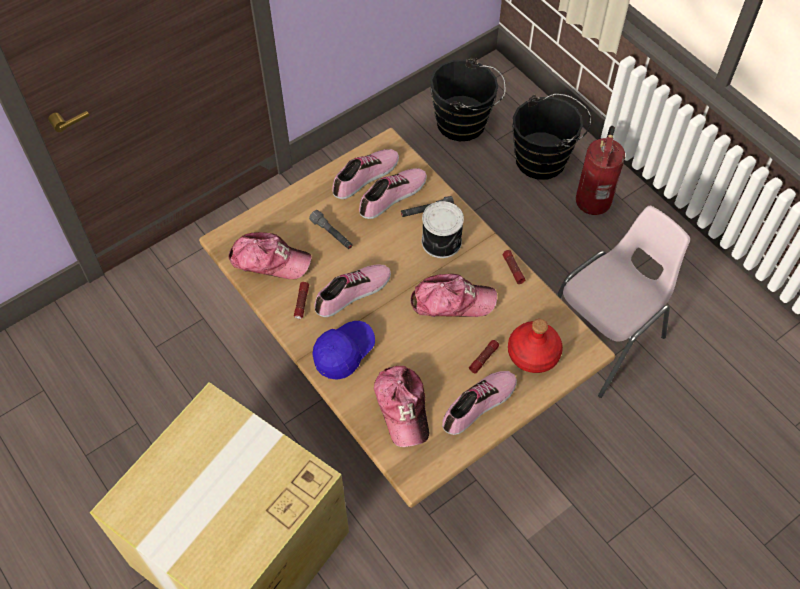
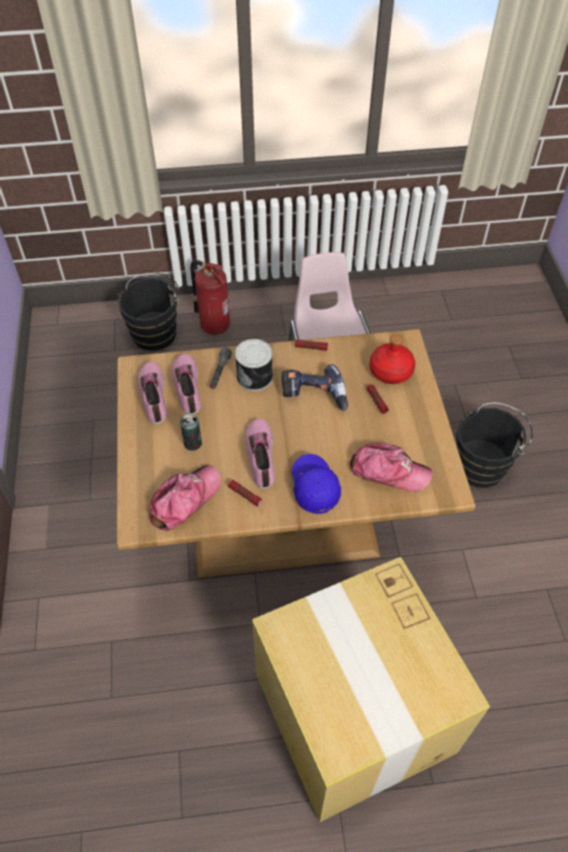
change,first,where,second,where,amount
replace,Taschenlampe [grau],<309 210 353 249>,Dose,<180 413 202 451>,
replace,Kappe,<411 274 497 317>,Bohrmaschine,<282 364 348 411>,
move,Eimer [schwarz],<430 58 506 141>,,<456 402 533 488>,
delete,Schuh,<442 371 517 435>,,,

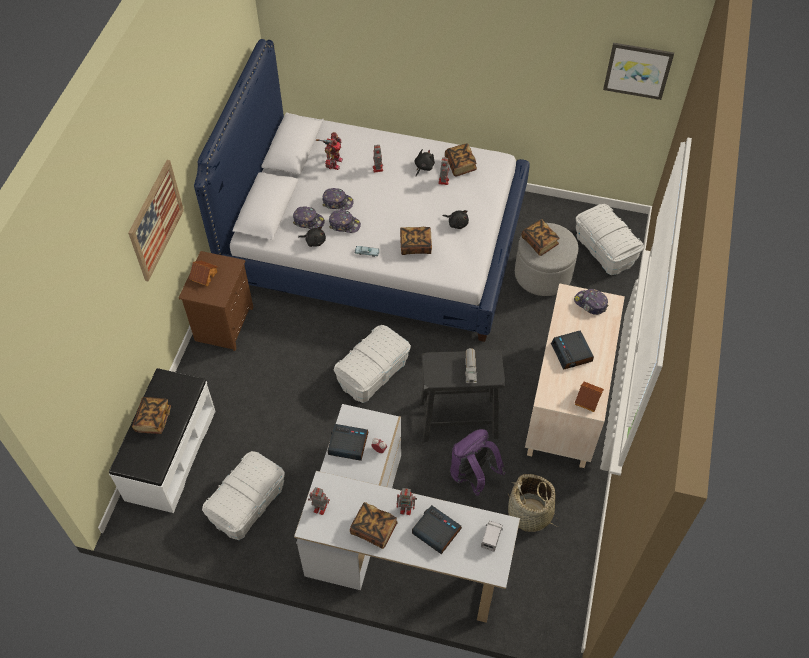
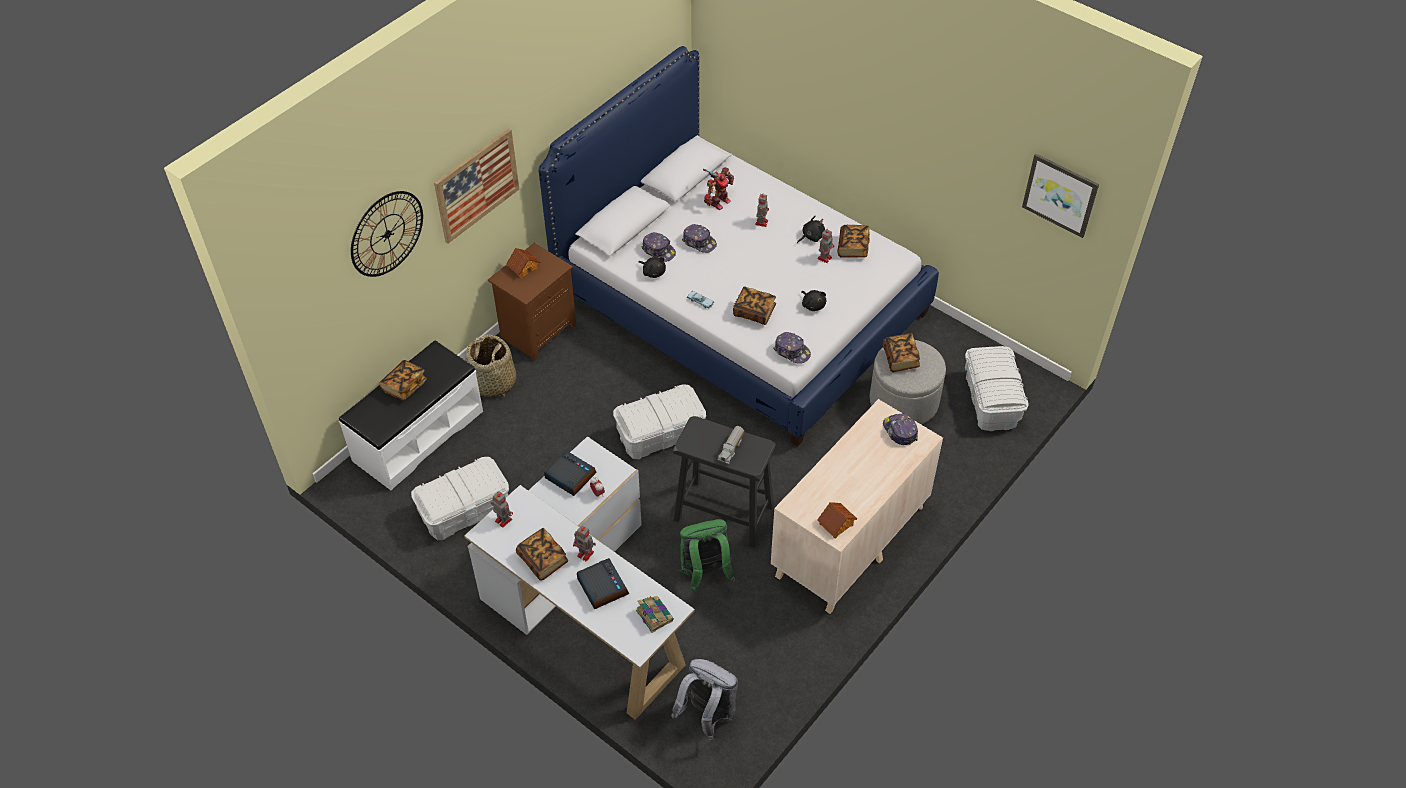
change,first,where,second,where,amount
insert,,,Wanduhr,<351 191 423 277>,
move,Korb,<508 474 559 532>,,<465 334 516 397>,
replace,Spielzeuglaster,<481 521 503 552>,Buch,<636 596 674 633>,
insert,,,Rucksack [grau],<671 659 738 740>,
recolor,Rucksack [lila],<450 429 505 496>,Rucksack [grün],<679 519 736 591>,
move,Kappe,<329 210 361 233>,,<773 332 811 364>,
delete,Wecker,<551 331 594 370>,,,

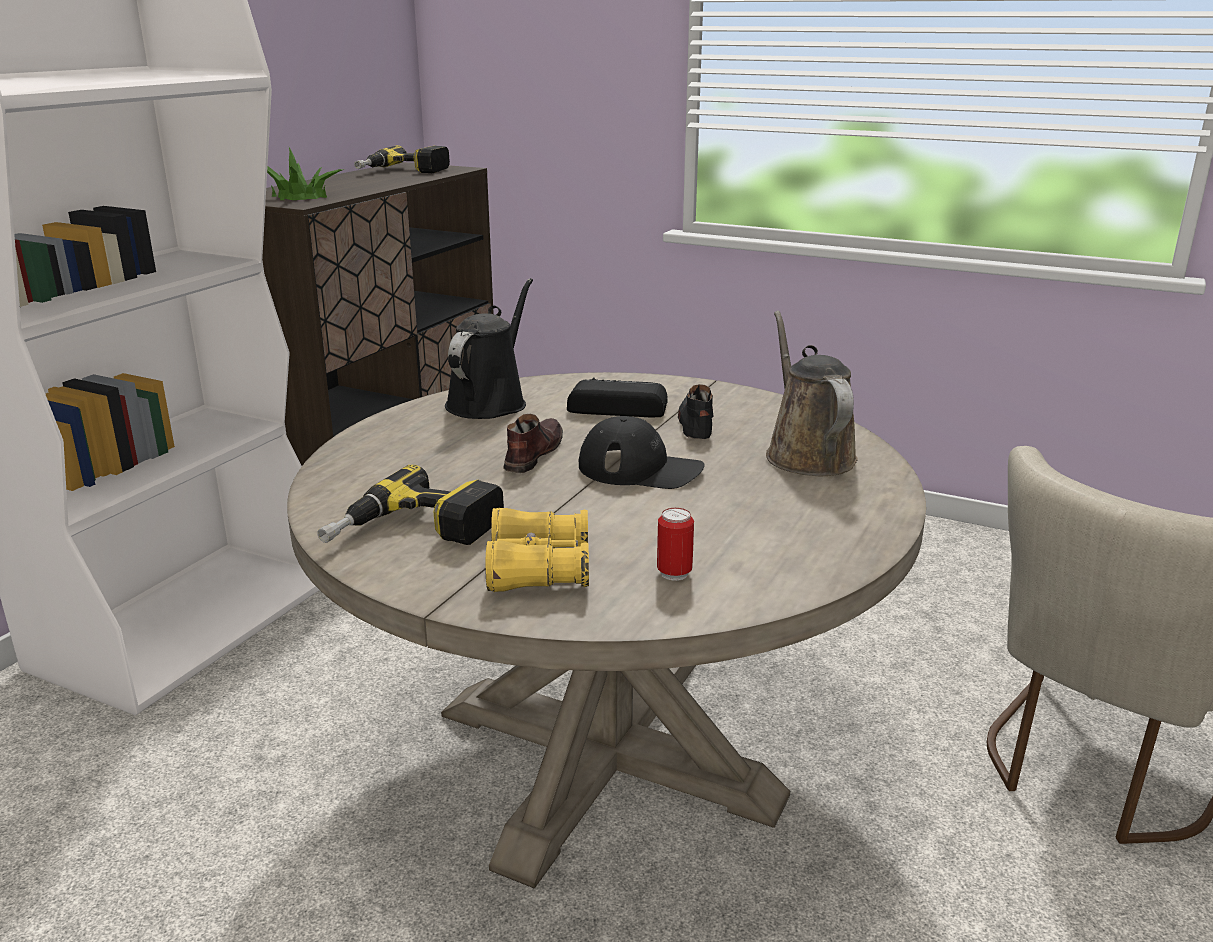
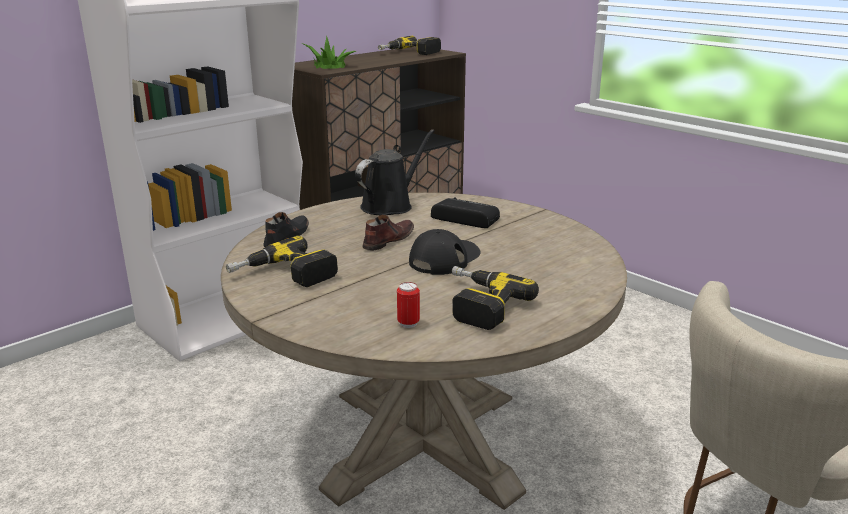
change,first,where,second,where,amount
move,Schuh [schwarz],<678 384 713 439>,,<263 212 309 247>,
rotate,Kappe [schwarz],<579 416 705 489>,,<409 229 481 275>,90 degrees counterclockwise
insert,,,Bohrmaschine,<452 266 539 330>,
delete,Fernglas [gelb],<486 508 589 592>,,,
delete,Gießkanne [braun],<766 311 858 476>,,,

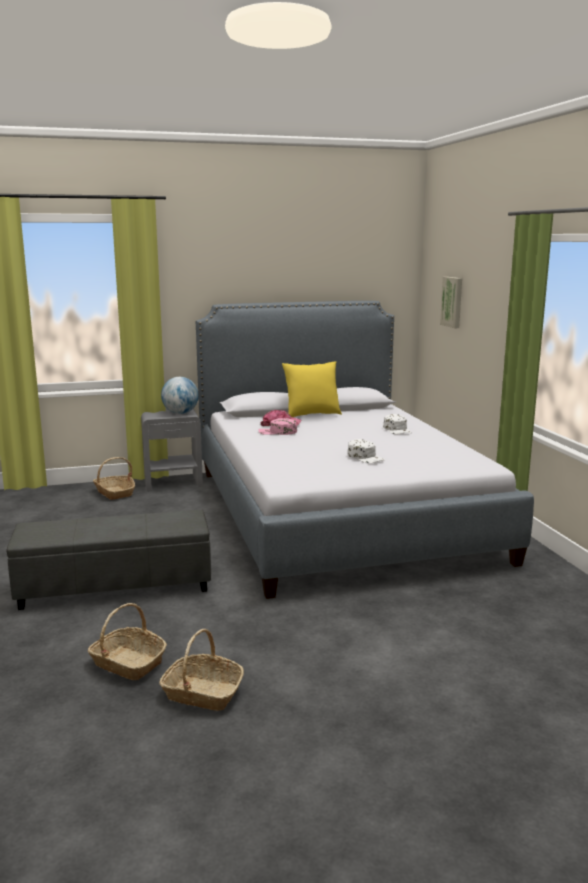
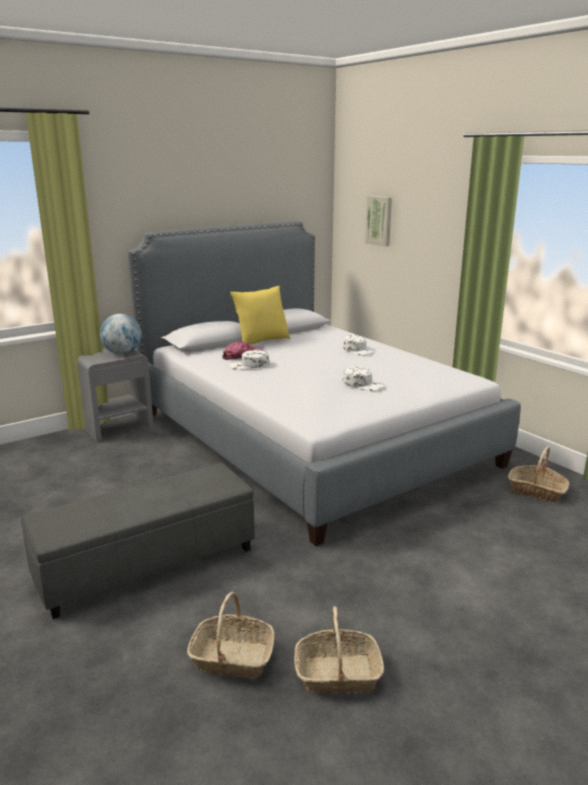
change,first,where,second,where,amount
recolor,Kappe [rosa],<259 418 297 435>,Kappe [weiß],<229 350 269 370>,
move,Korb,<93 457 135 500>,,<508 446 569 502>,

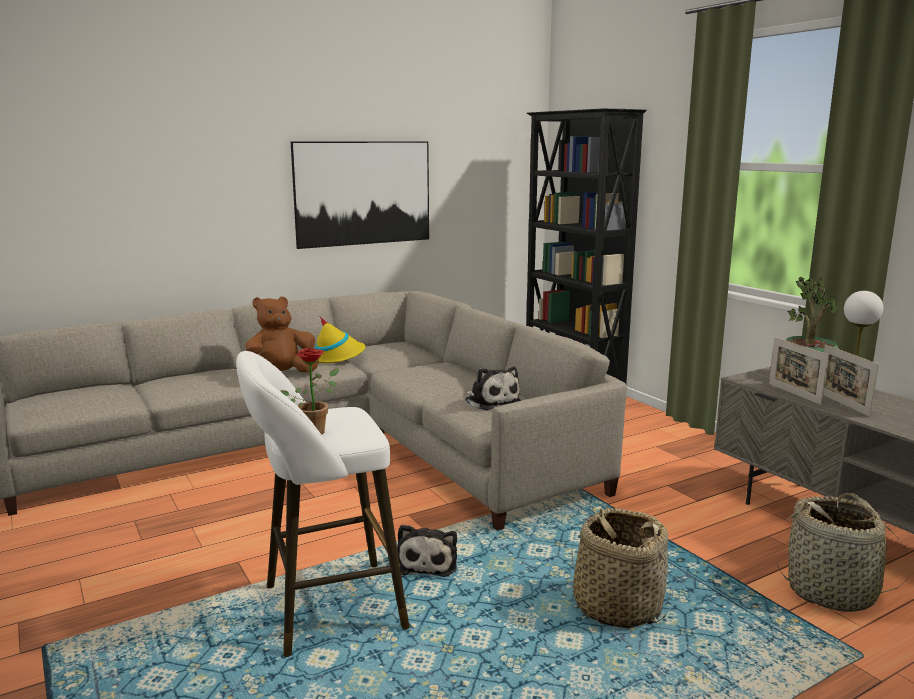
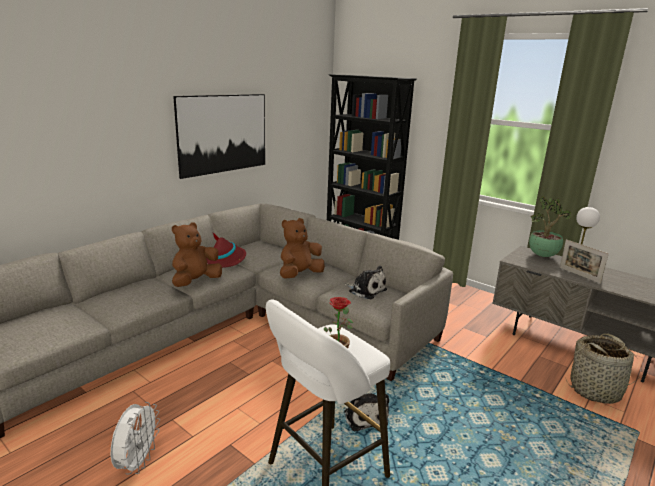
change,first,where,second,where,amount
insert,,,Ventilator [weiß],<111 402 160 475>,
recolor,Hut [gelb],<315 316 366 363>,Hut [rot],<206 232 246 268>,
insert,,,Plüschtier [braun],<280 218 325 279>,
delete,Korb,<572 508 668 628>,,,
delete,Bilderrahmen,<769 337 829 405>,,,

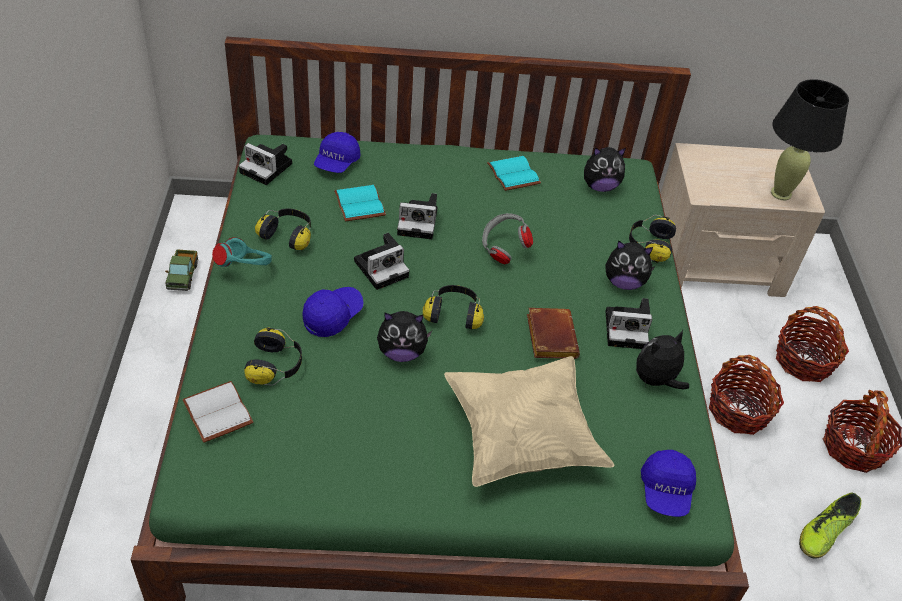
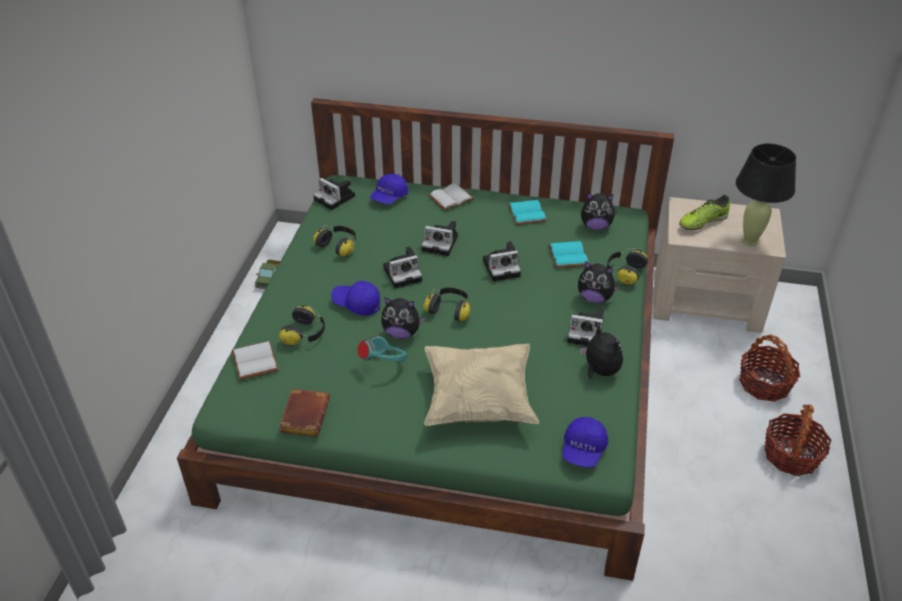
change,first,where,second,where,amount
move,Buch [braun],<527 308 580 359>,,<279 389 330 437>,
rotate,Kappe [blau],<302 287 363 337>,,<331 281 380 316>,120 degrees counterclockwise
move,Kopfhörer [türkis],<212 237 272 267>,,<358 335 407 362>,
insert,,,Buch [weiß],<428 183 474 210>,
replace,Kopfhörer [grau],<482 213 533 264>,Kamera,<483 241 521 281>,
move,Buch [türkis],<334 185 386 221>,,<548 241 589 268>,
rotate,Plüschtier,<636 330 689 389>,,<580 325 623 379>,75 degrees clockwise
move,Schuh,<799 493 861 559>,,<679 194 730 230>,
delete,Korb,<708 355 784 435>,,,

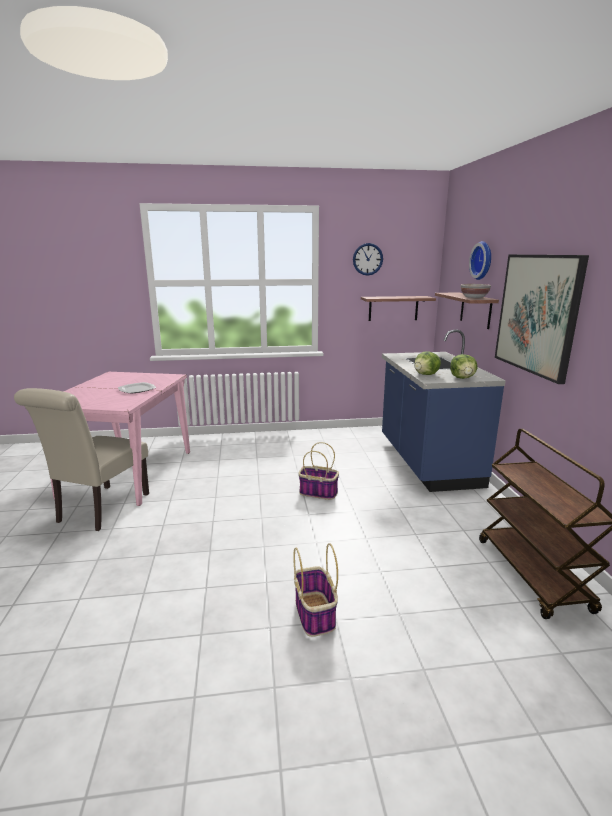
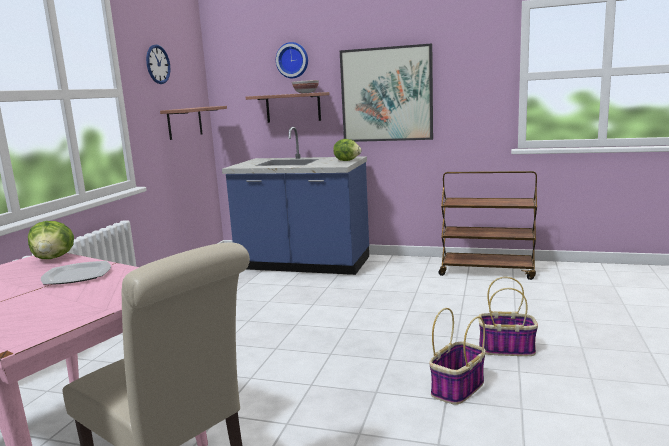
change,first,where,second,where,amount
move,Salatkopf,<414 352 441 375>,,<28 221 74 259>,
move,Korb,<298 442 339 500>,,<429 308 486 405>,

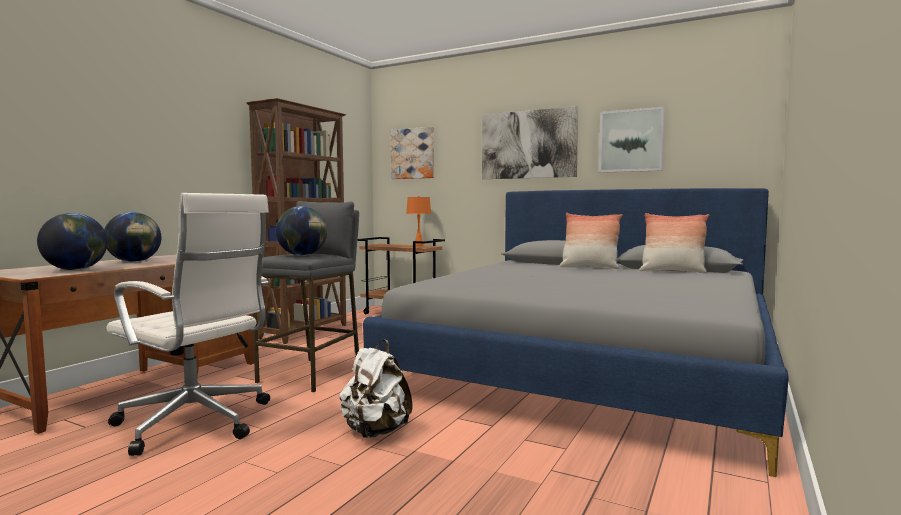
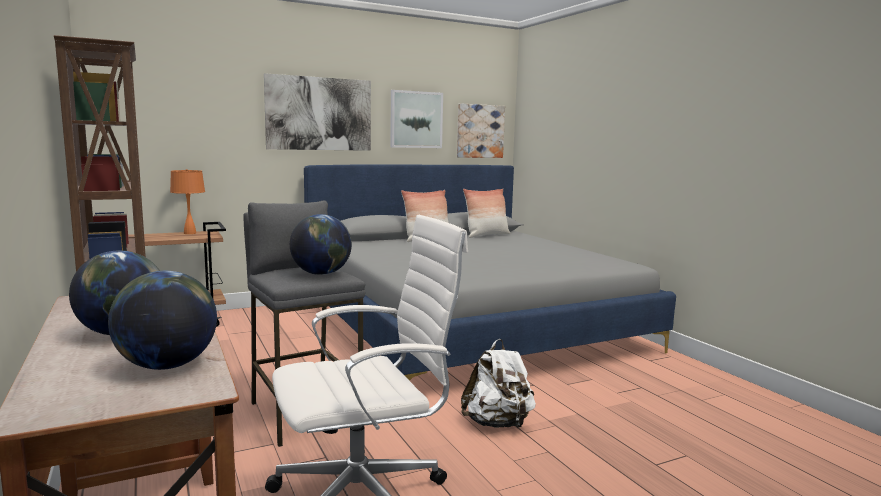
change,first,where,second,where,amount
move,Bild,<390 127 434 179>,,<457 103 505 158>,

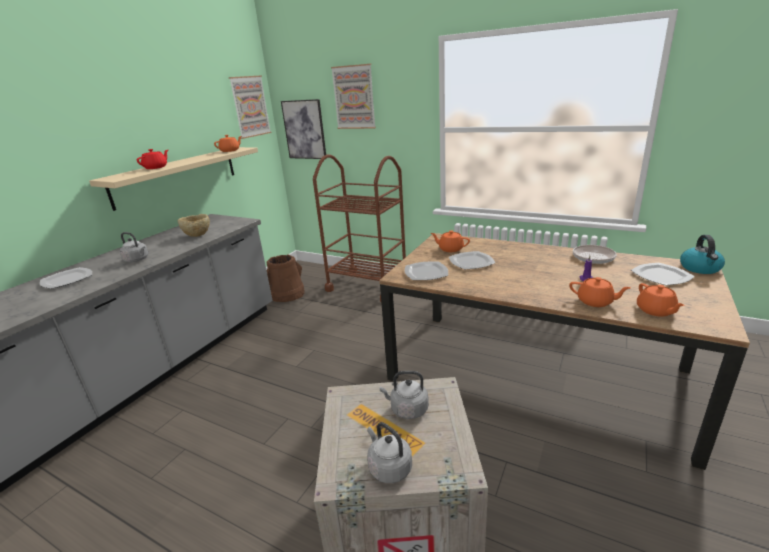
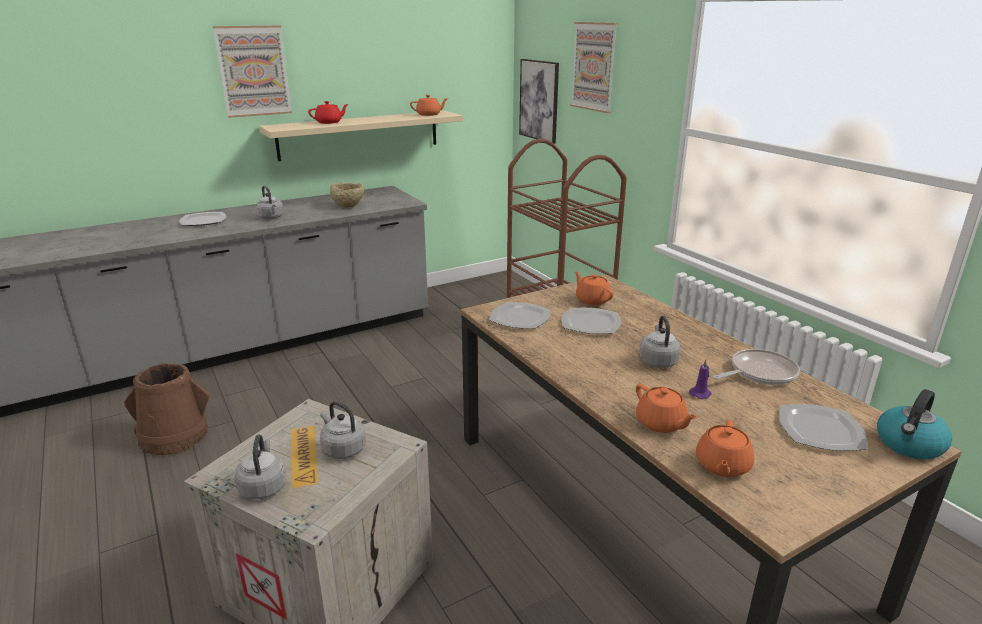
change,first,where,second,where,amount
move,Eimer [braun],<266 254 304 302>,,<124 363 210 455>,
move,Bild,<229 75 272 139>,,<213 25 292 118>,
insert,,,Wasserkessel [grau],<639 315 681 368>,

